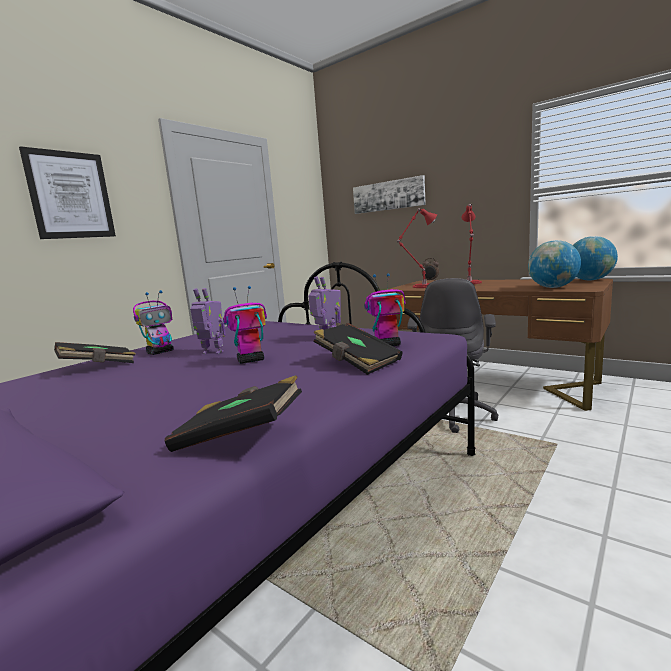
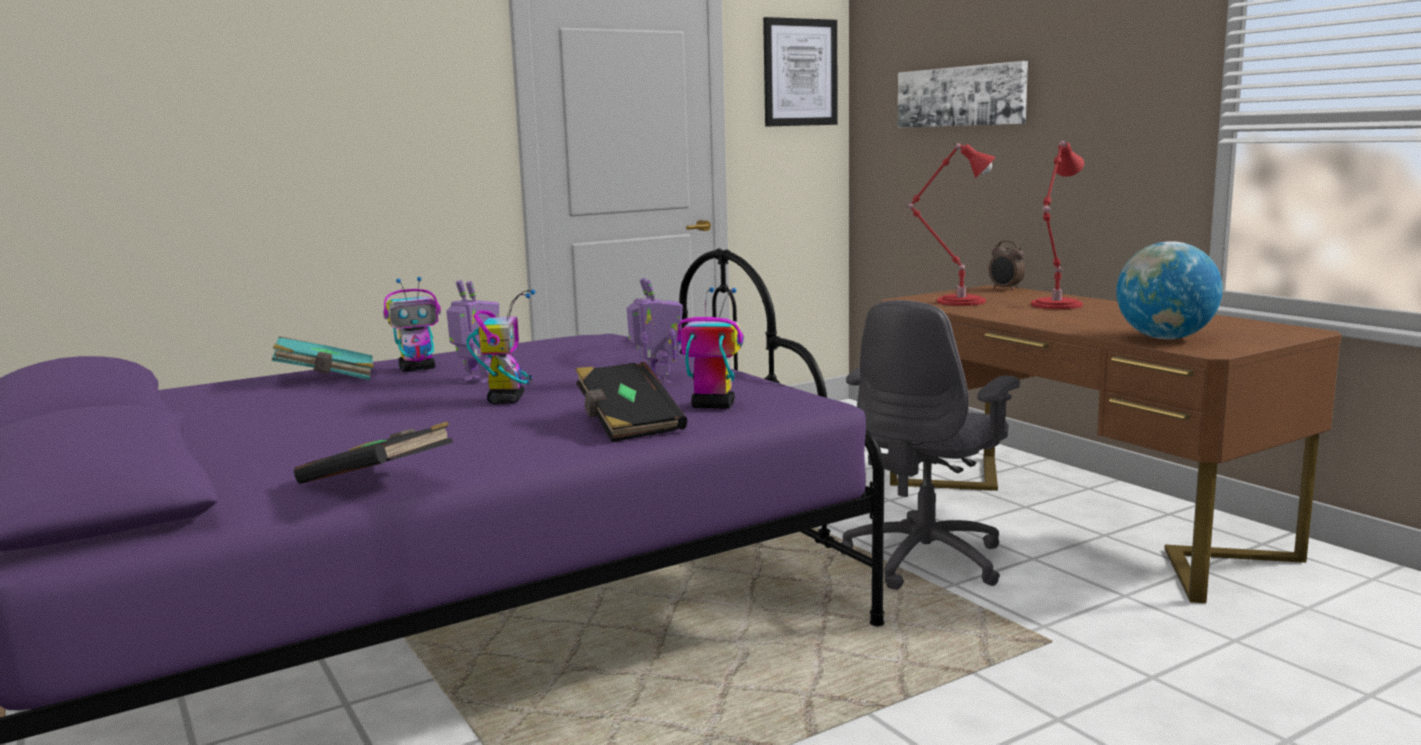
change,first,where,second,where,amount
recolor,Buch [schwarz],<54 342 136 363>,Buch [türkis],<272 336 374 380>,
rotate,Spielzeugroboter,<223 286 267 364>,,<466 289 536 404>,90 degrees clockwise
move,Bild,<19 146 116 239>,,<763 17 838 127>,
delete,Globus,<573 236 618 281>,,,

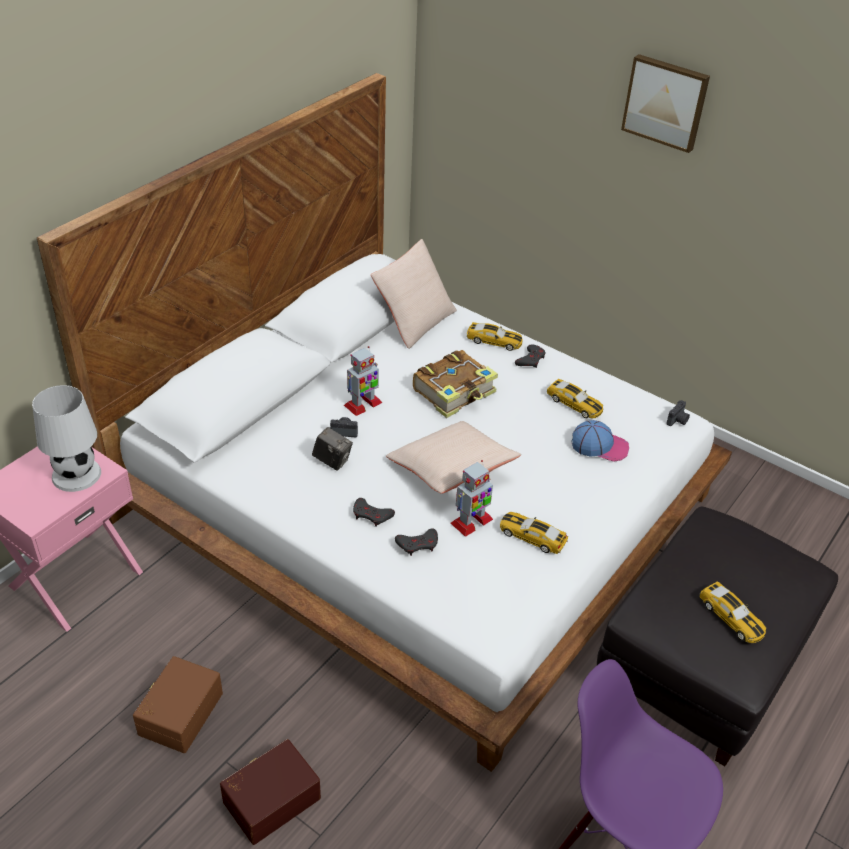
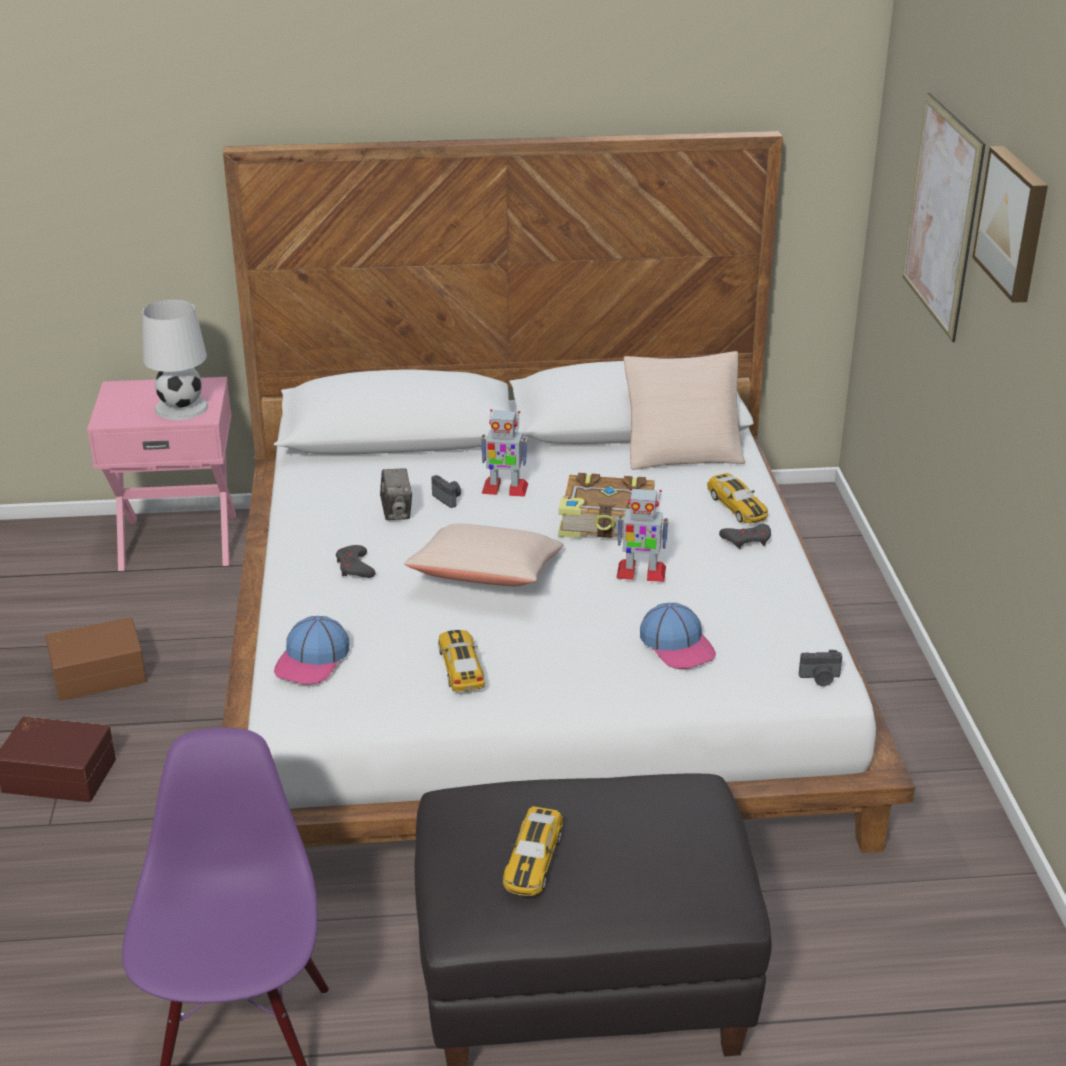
change,first,where,second,where,amount
insert,,,Kappe,<274 616 350 685>,
move,Spielzeugroboter,<450 460 493 537>,,<616 488 669 582>,
insert,,,Bild,<903 93 986 342>,
delete,Gamepad [grau],<395 529 438 556>,,,
delete,Spielzeugauto,<547 379 603 418>,,,

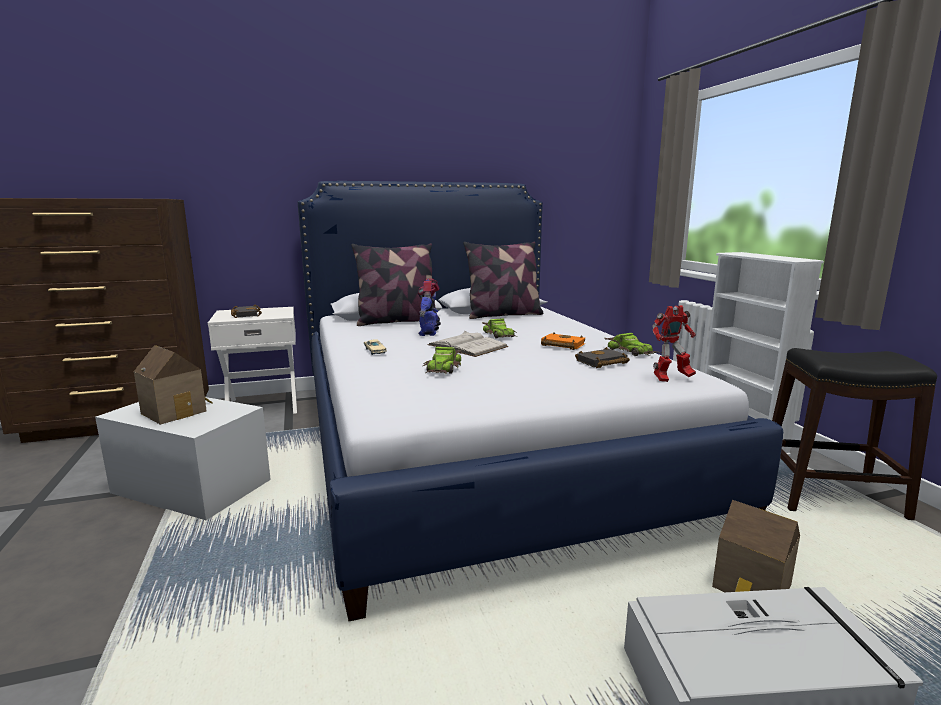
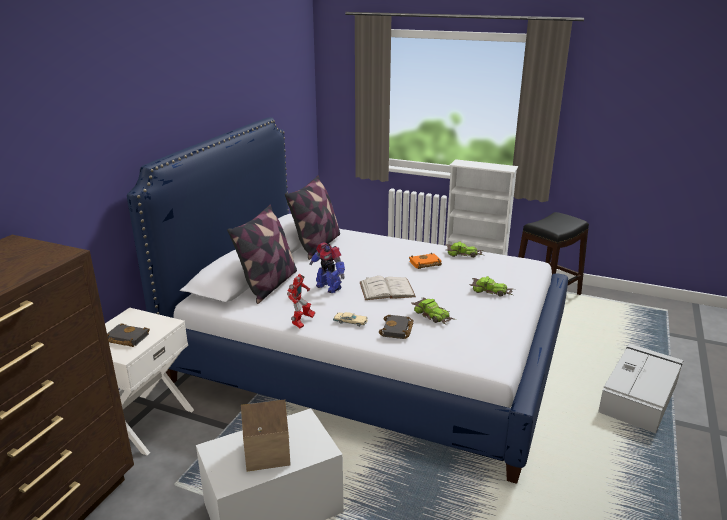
change,first,where,second,where,amount
move,Spielzeugroboter,<652 305 696 382>,,<287 274 315 328>,
move,Buch [schwarz],<575 347 630 368>,,<379 315 414 339>,
move,Spielzeugauto,<482 319 518 339>,,<470 276 513 297>,
delete,Spielzeughaus,<712 500 800 592>,,,

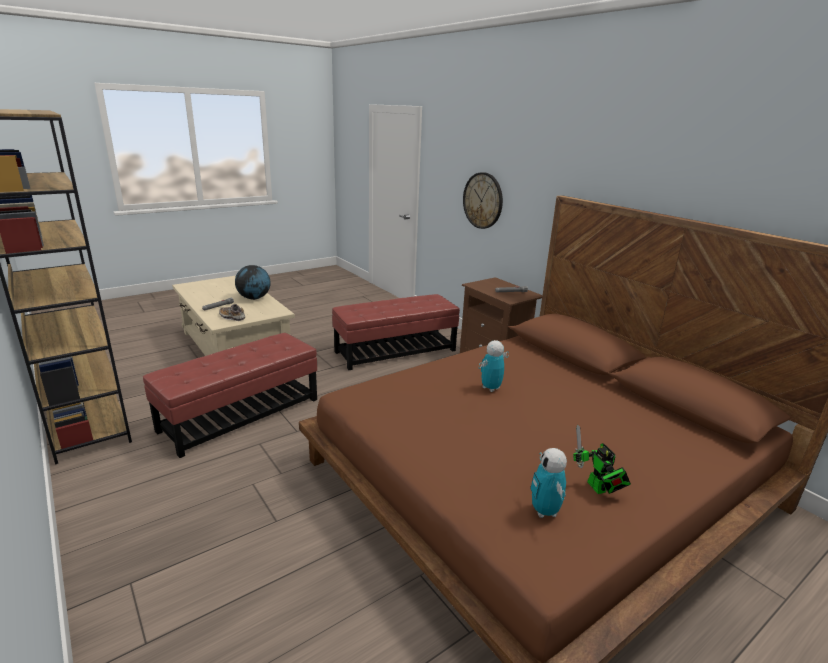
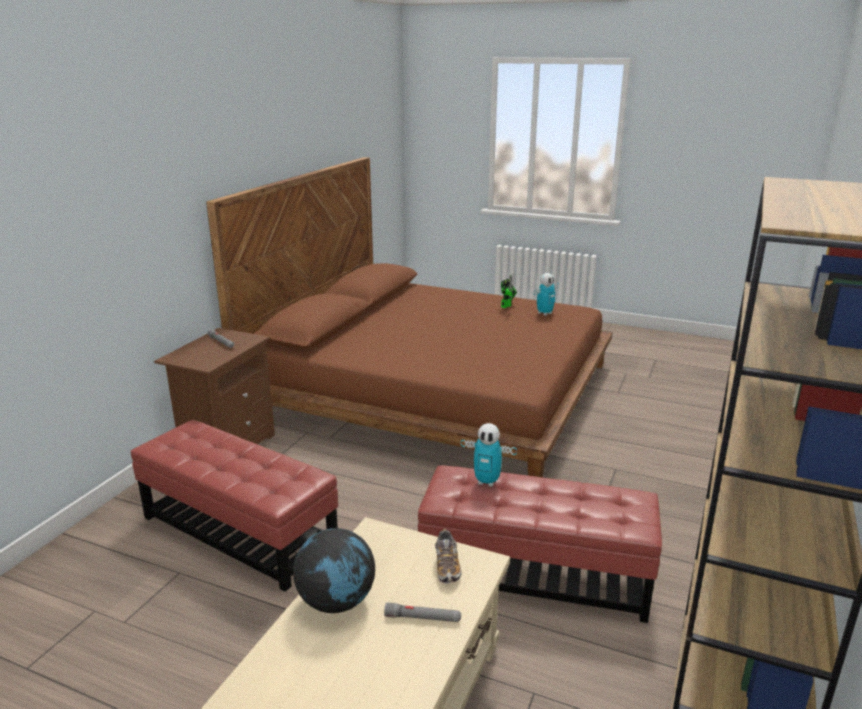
change,first,where,second,where,amount
move,Spielzeugroboter,<478 340 509 392>,,<461 423 517 487>,
delete,Wanduhr,<463 172 503 229>,,,

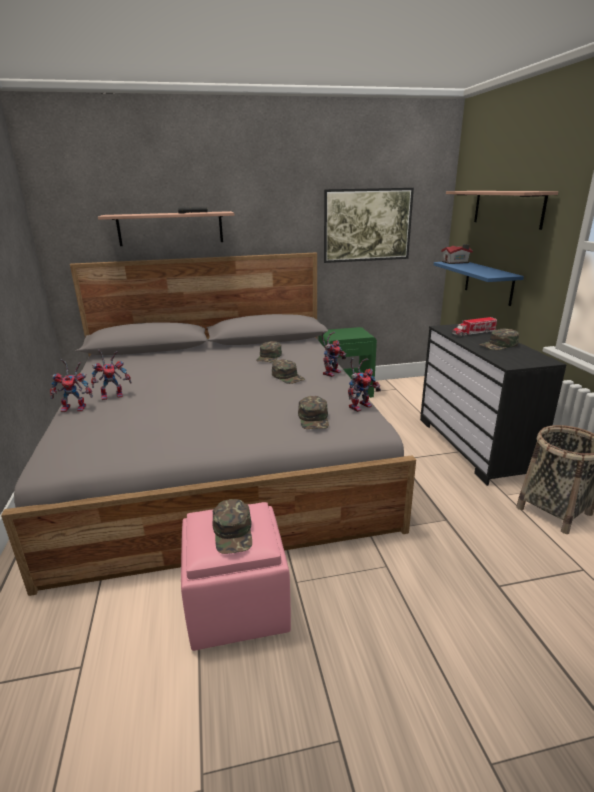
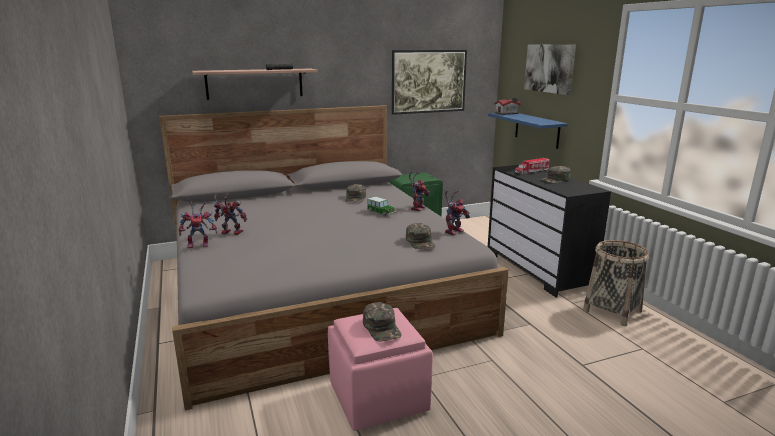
change,first,where,second,where,amount
rotate,Spielzeugroboter,<91 349 132 400>,,<213 193 247 235>,135 degrees counterclockwise
replace,Kappe [grün],<272 359 305 384>,Spielzeugauto,<367 196 397 216>,
replace,Wandregal,<446 191 558 230>,Bild,<524 44 576 95>,

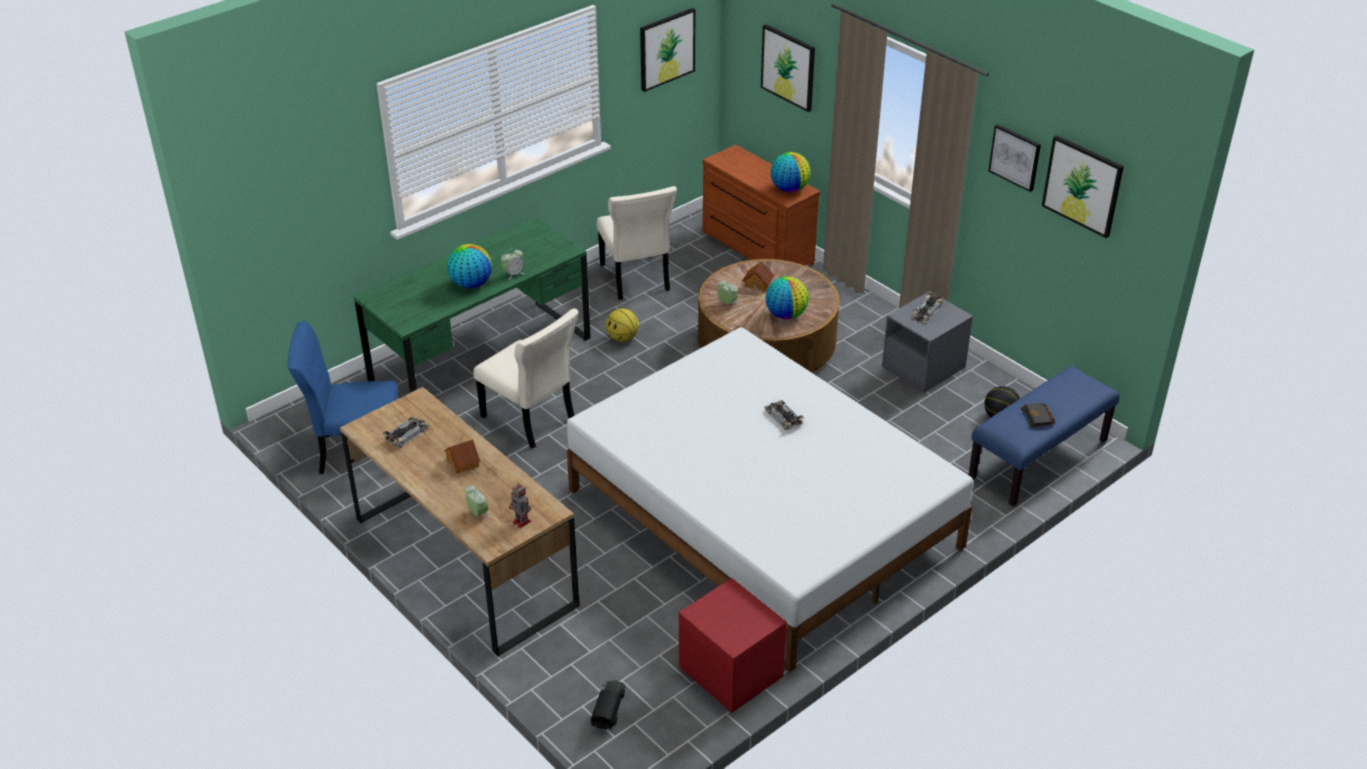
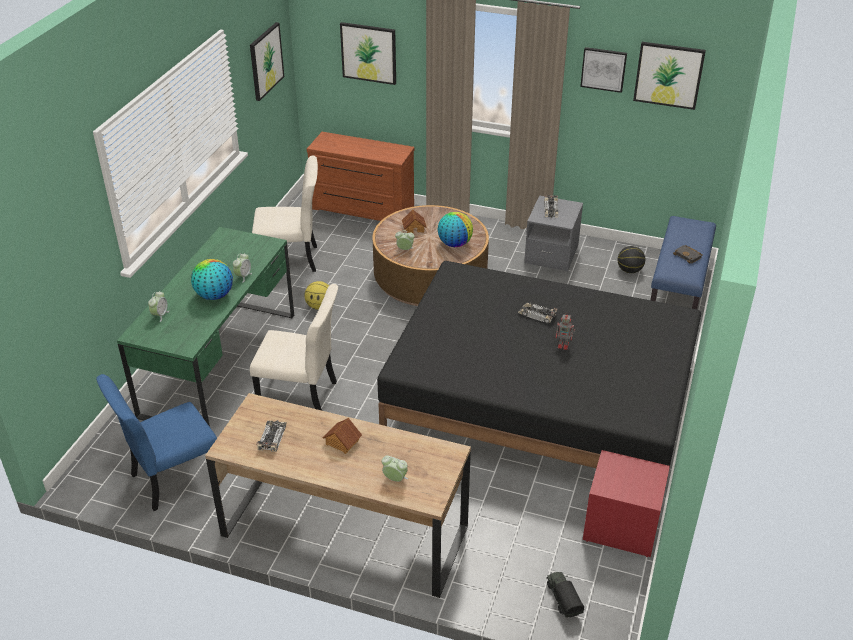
change,first,where,second,where,amount
insert,,,Wecker,<148 291 169 322>,
rotate,Stuhl [beige],<597 186 677 300>,,<252 156 318 272>,45 degrees counterclockwise
recolor,Bett [weiß],<567 327 973 672>,Bett [schwarz],<377 261 701 468>,
move,Spielzeugroboter,<509 482 531 528>,,<556 313 575 350>,
delete,Globus,<771 152 811 193>,,,

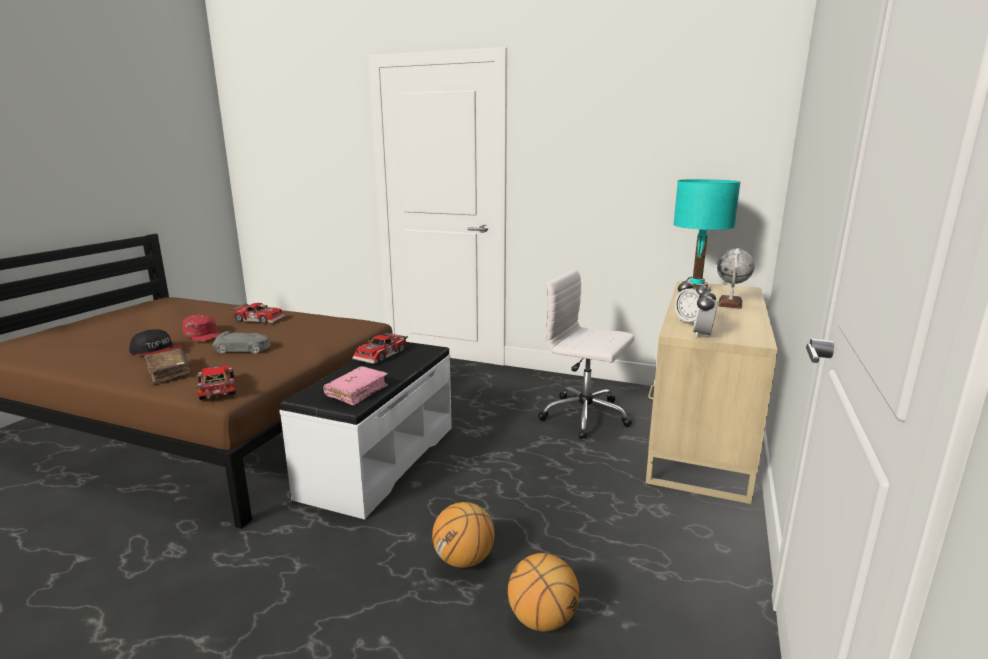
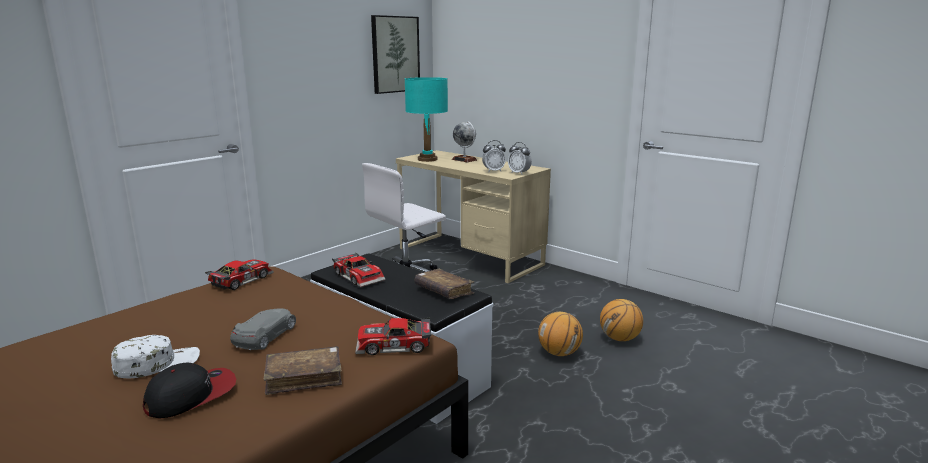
change,first,where,second,where,amount
recolor,Kappe [rot],<182 314 221 342>,Kappe [weiß],<111 335 200 378>,
move,Spielzeugauto,<230 303 286 324>,,<205 259 274 290>,
insert,,,Bild,<371 15 420 94>,
recolor,Buch [rosa],<324 366 388 405>,Buch [braun],<415 269 474 299>,

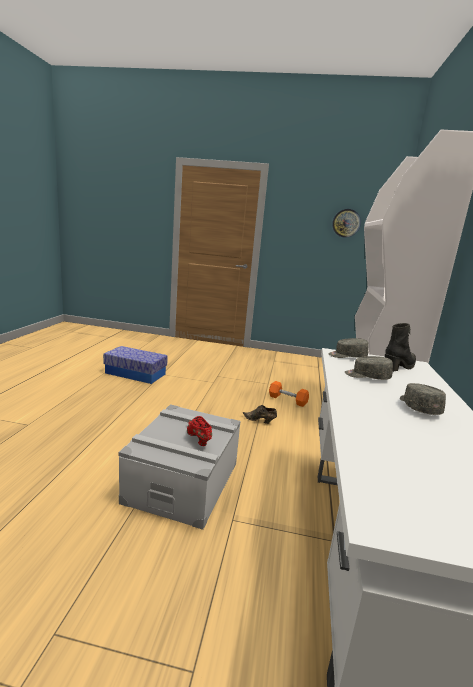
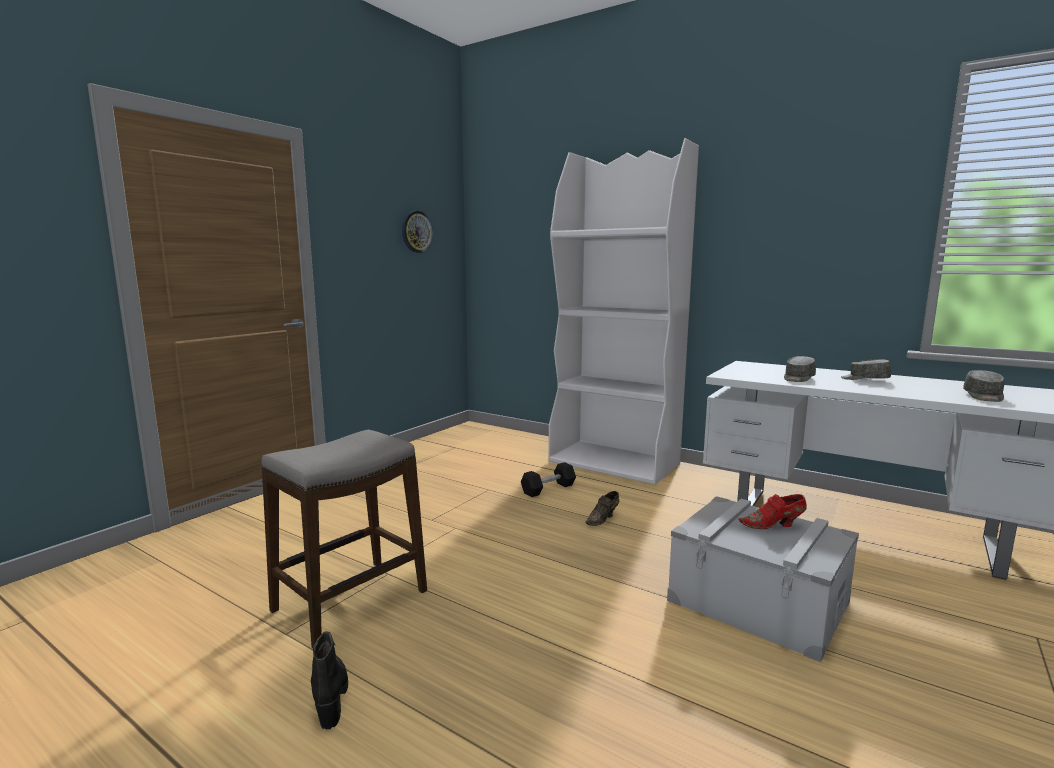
change,first,where,second,where,amount
replace,Aufbewahrungsbox,<103 346 168 384>,Hocker,<262 430 427 648>,
move,Stiefel [schwarz],<385 323 416 372>,,<311 631 348 729>,
recolor,Hantel [orange],<269 381 309 407>,Hantel [schwarz],<521 462 576 497>,
move,Kappe [grau],<328 338 369 358>,,<963 370 1005 402>,

